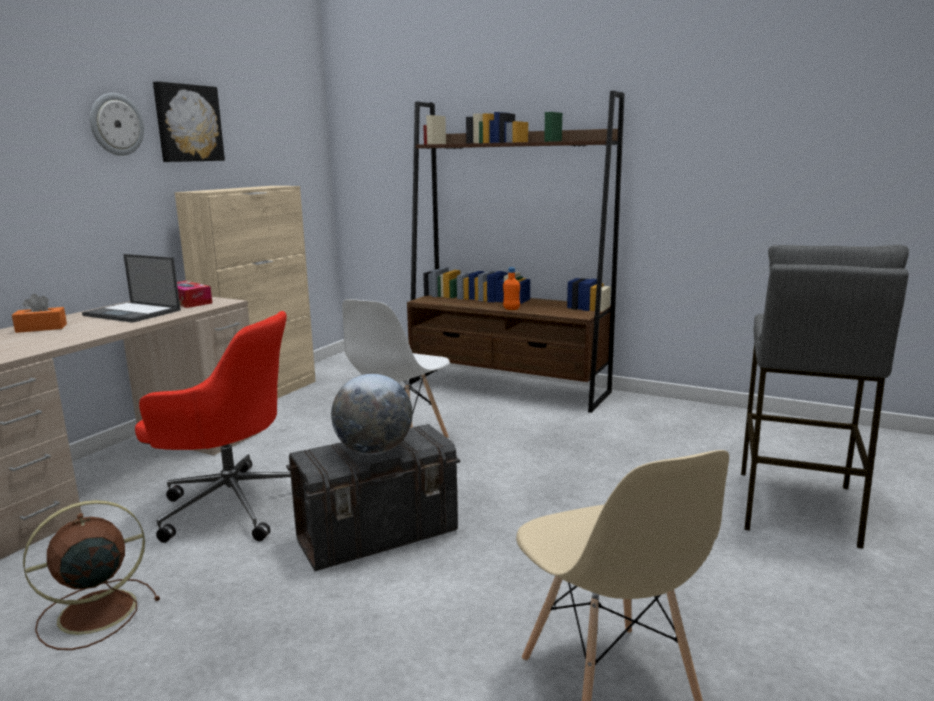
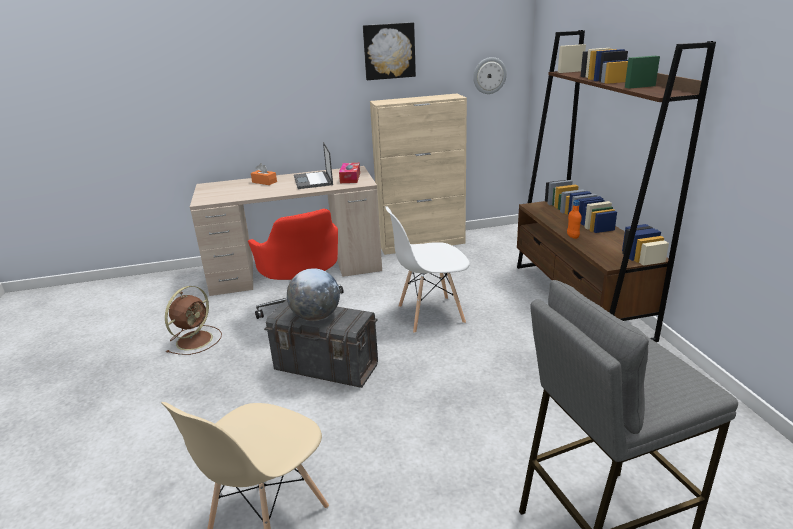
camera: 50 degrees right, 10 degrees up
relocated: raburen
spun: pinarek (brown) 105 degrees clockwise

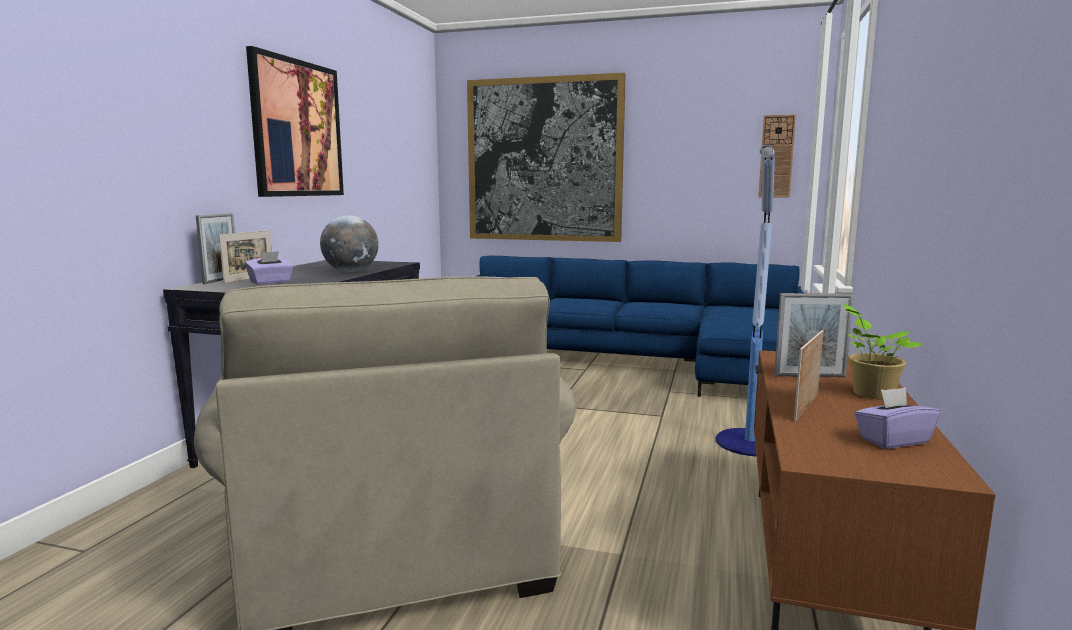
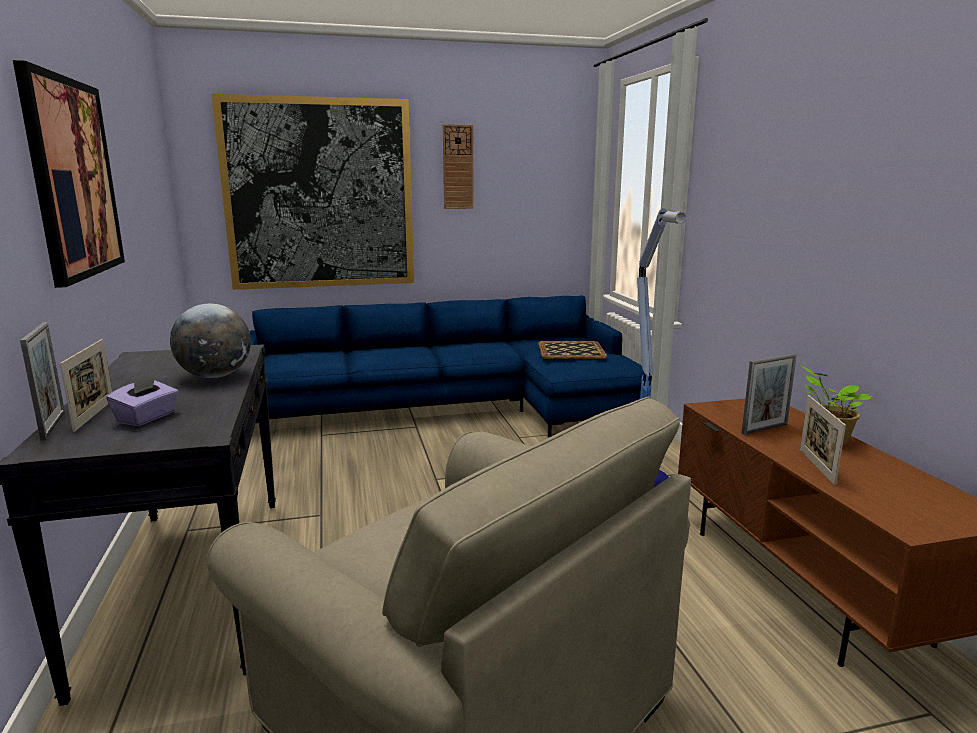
camera: 30 degrees left, 5 degrees up
missing: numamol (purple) (no. 2 from left)
appeared: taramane
relocated: raburen

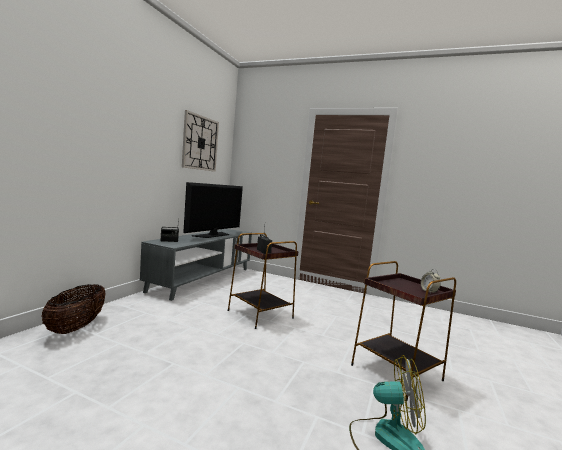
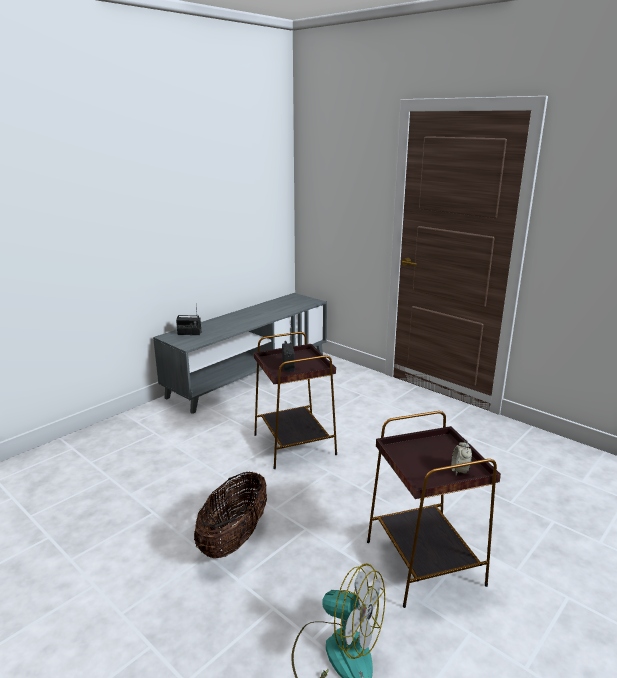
camera: 20 degrees right, 15 degrees up
missing: raburen; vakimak
relocated: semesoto

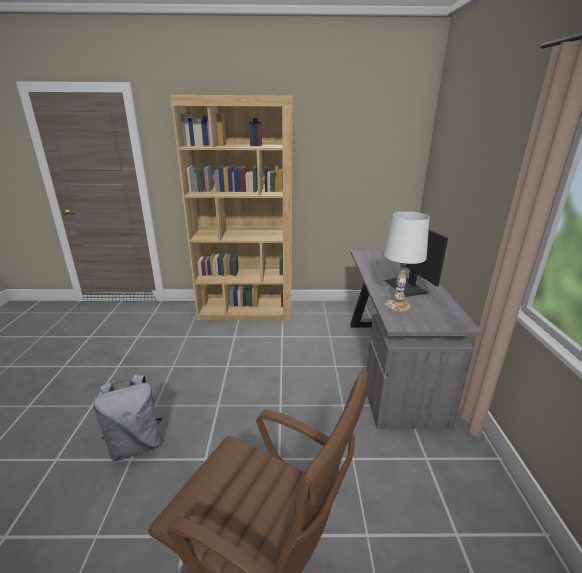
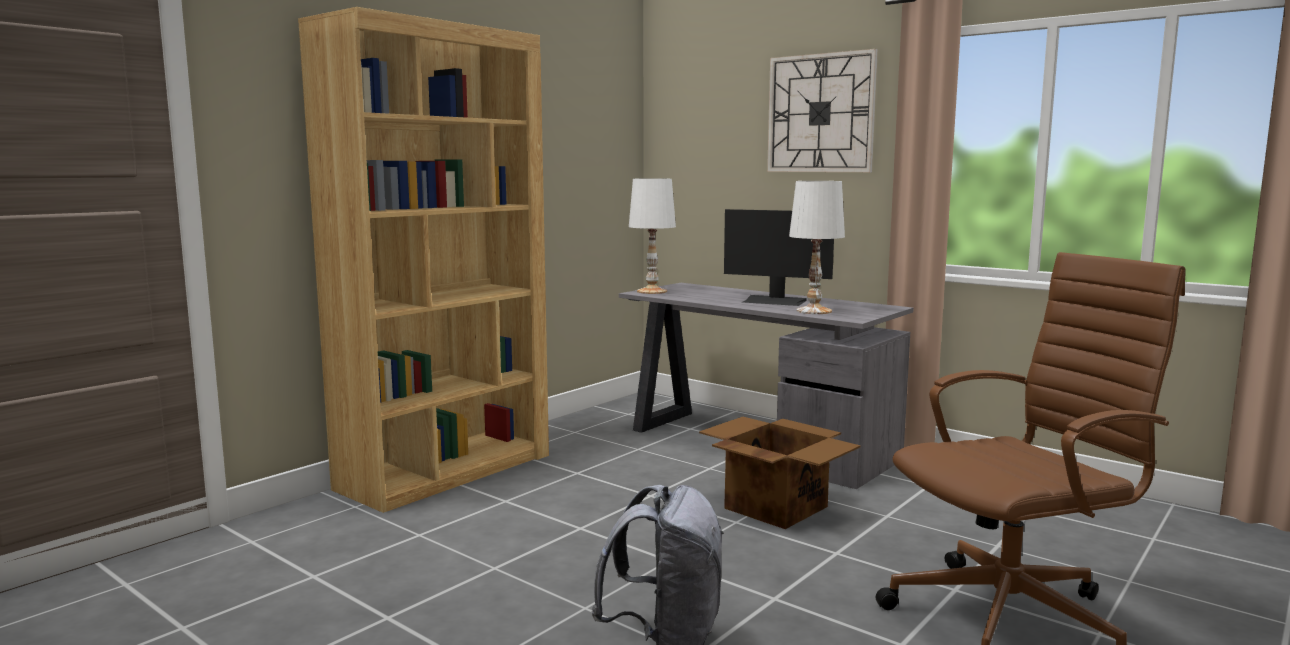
camera: 50 degrees left, 15 degrees down
appeared: raburen; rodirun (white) (no. 1 from left); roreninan

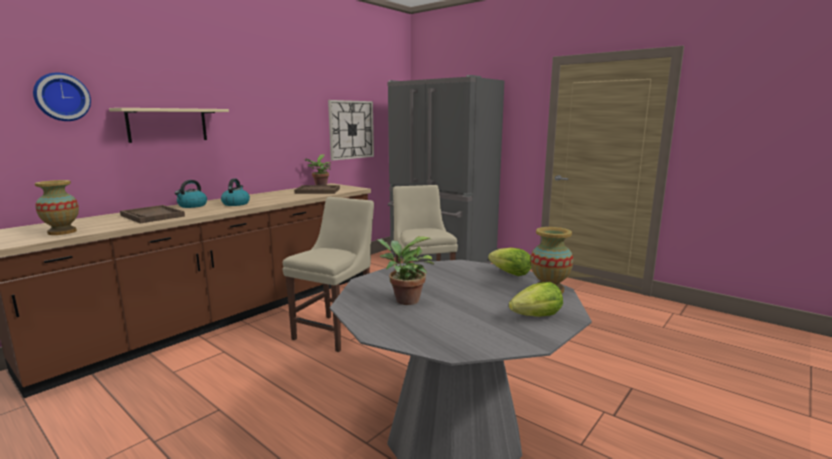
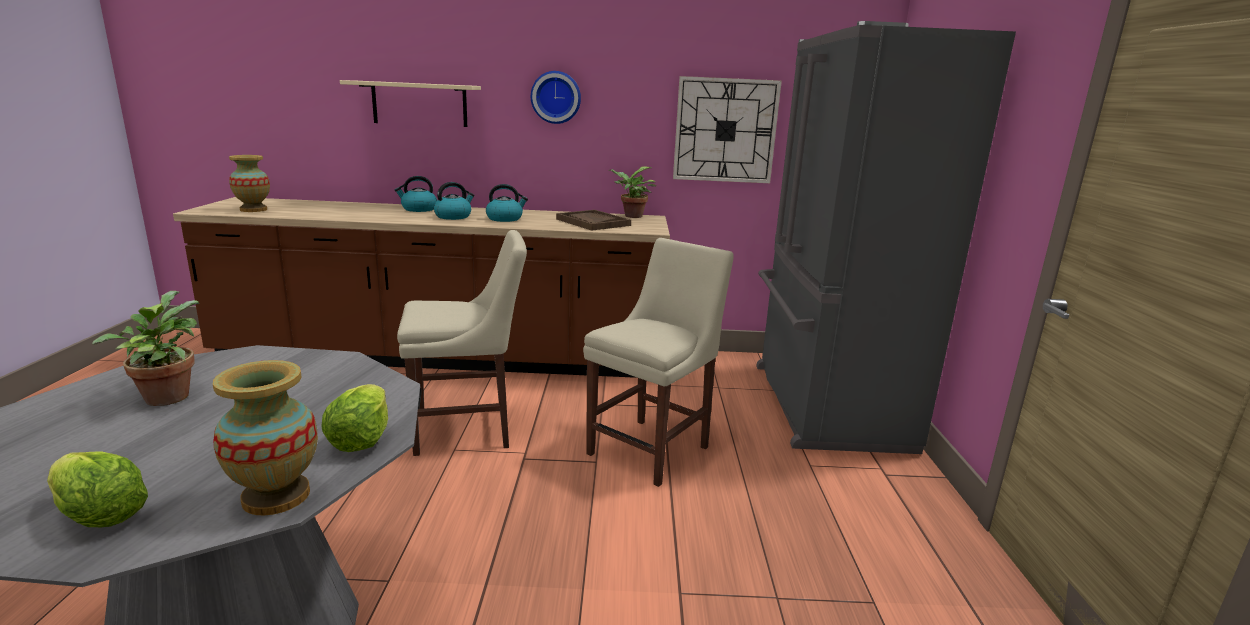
camera: 50 degrees right, 5 degrees up
missing: taramane (brown) (no. 1 from left)
appeared: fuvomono (no. 3 from left)
relocated: raburen (no. 1 from left)

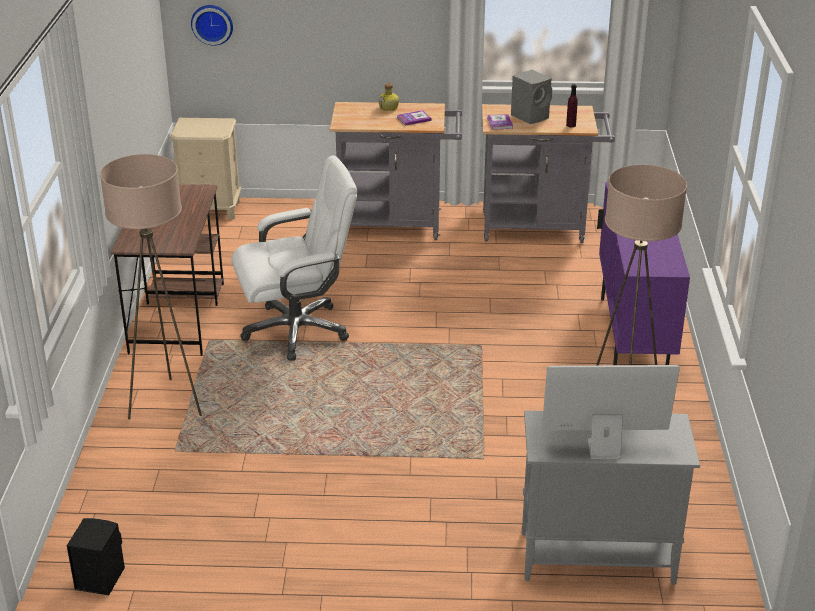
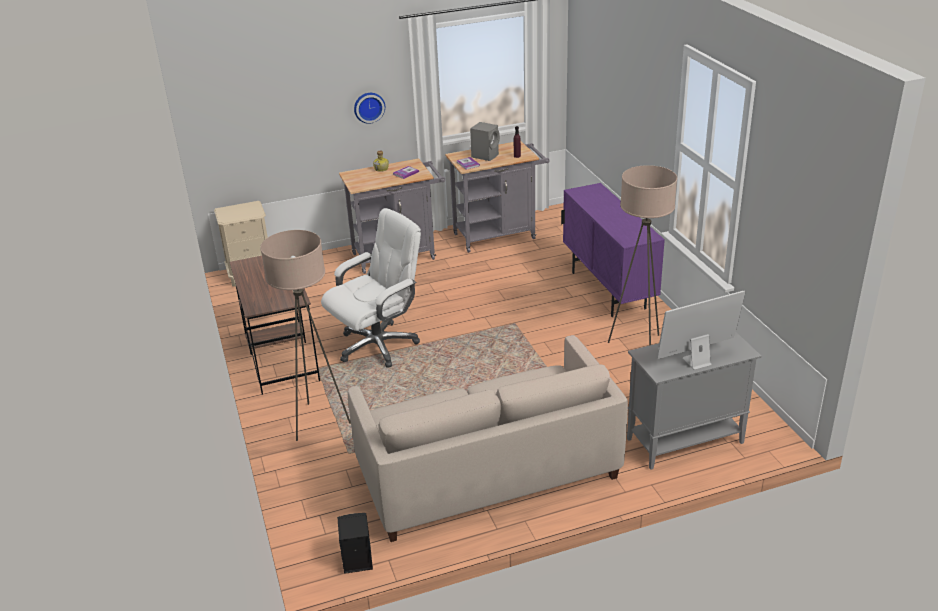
camera: 20 degrees left, 0 degrees up
appeared: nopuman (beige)
relocated: raburen

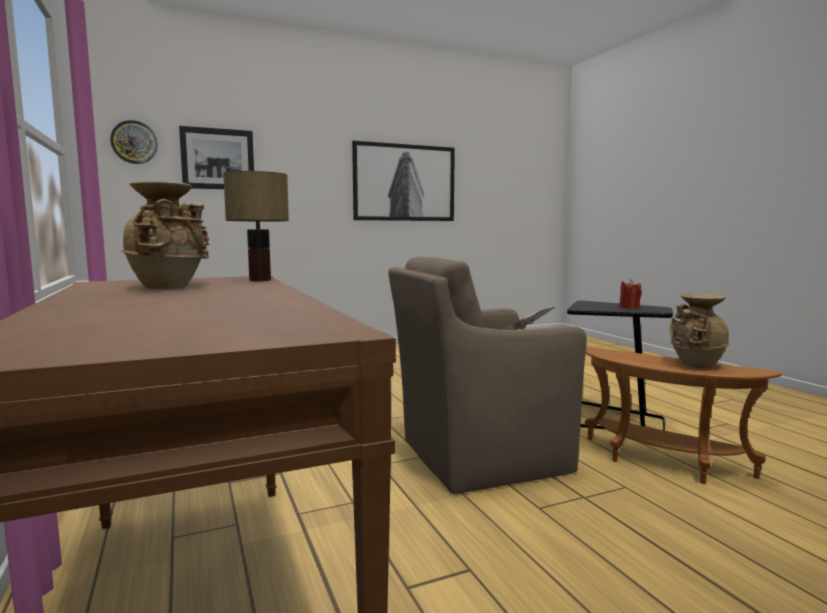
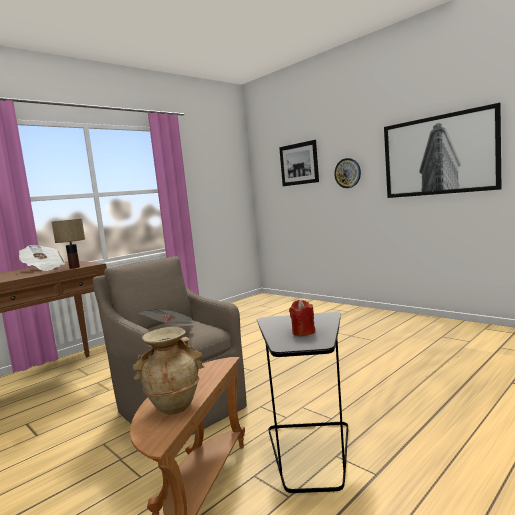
camera: 70 degrees right, 0 degrees up
relocated: raburen
exchanged: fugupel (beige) (no. 1 from left) to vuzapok (no. 1 from left)

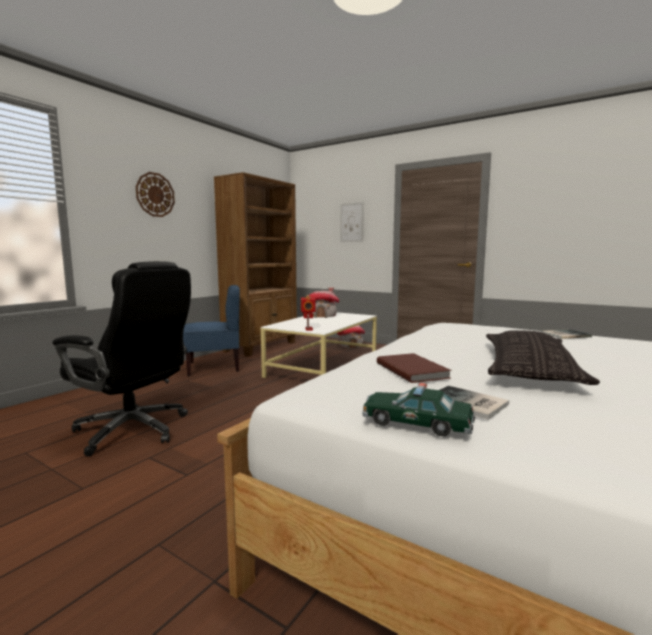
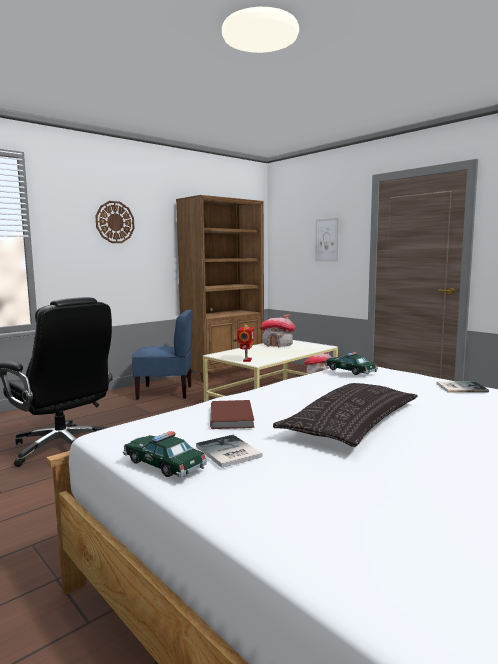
camera: 15 degrees right, 0 degrees up
appeared: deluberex (no. 2 from left)

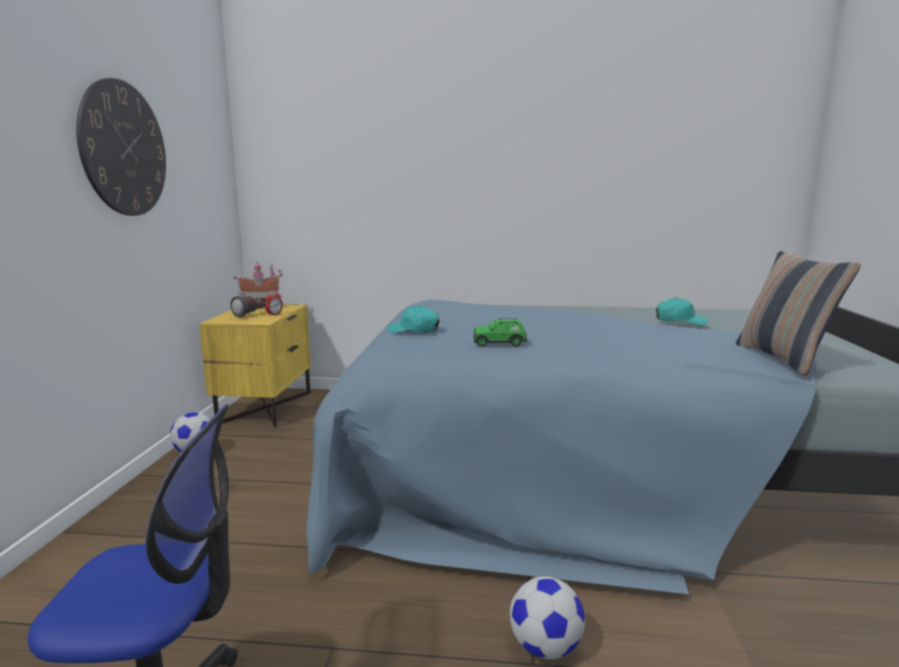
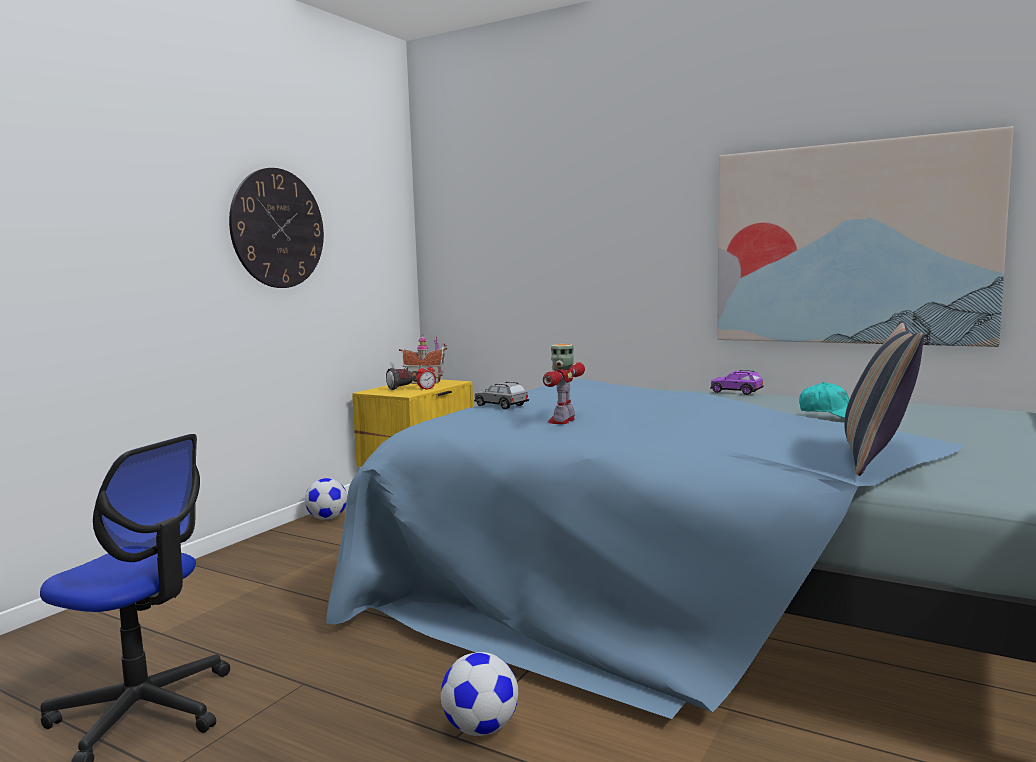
camera: 25 degrees right, 5 degrees down
appeared: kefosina; deluberex (purple)
exchanged: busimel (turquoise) (no. 1 from left) to deluberex (grey); deluberex (green) to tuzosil

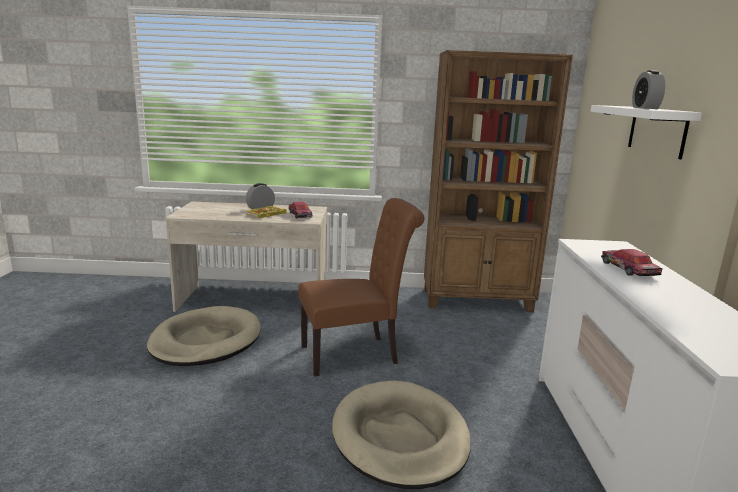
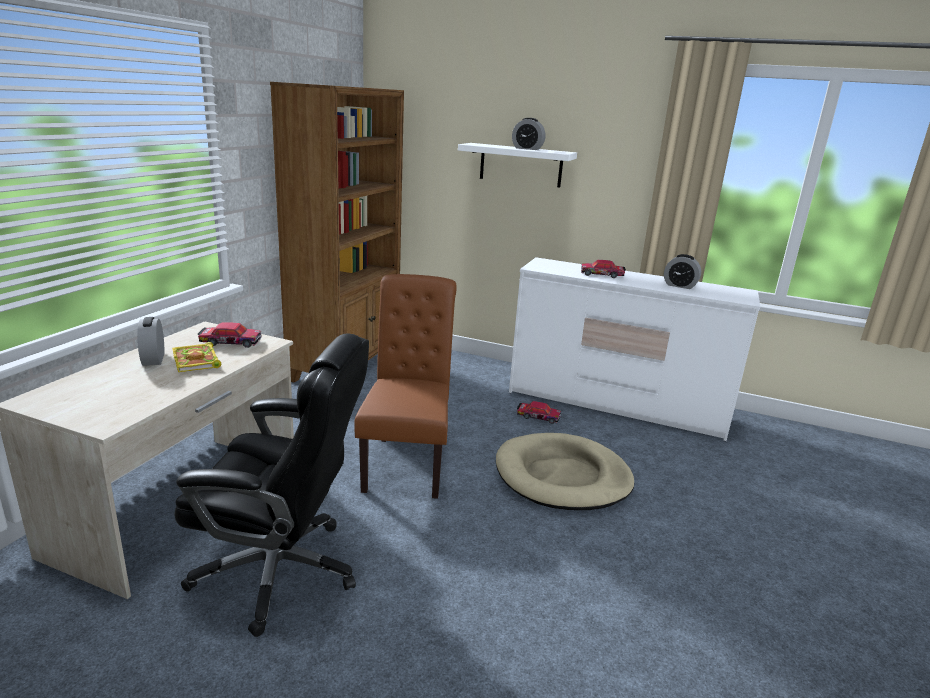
camera: 70 degrees left, 5 degrees up
appeared: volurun (no. 3 from left); deluberex (no. 2 from left)
exchanged: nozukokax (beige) (no. 1 from left) to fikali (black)

